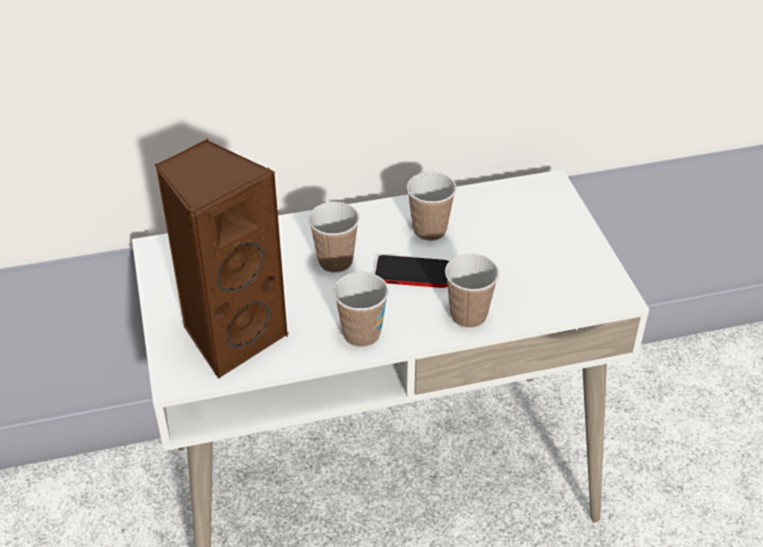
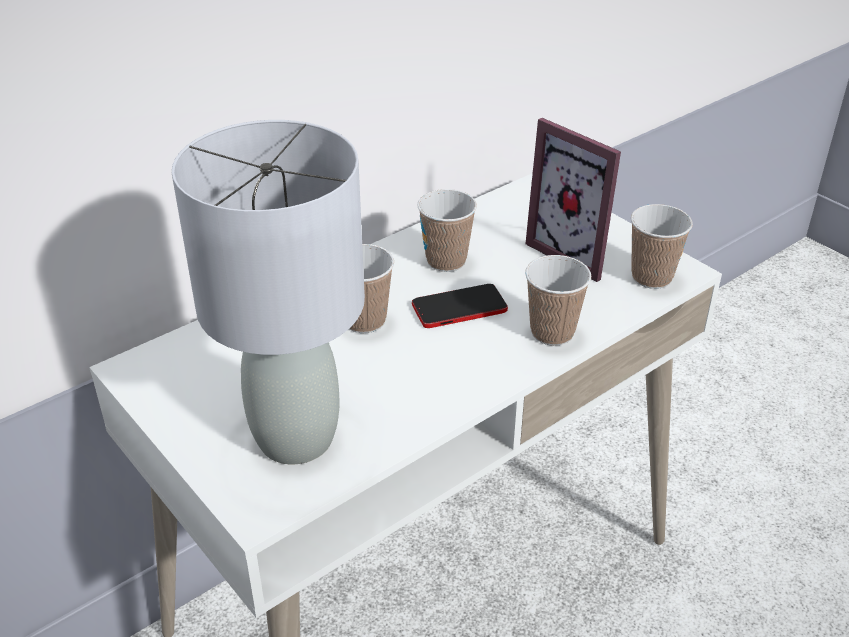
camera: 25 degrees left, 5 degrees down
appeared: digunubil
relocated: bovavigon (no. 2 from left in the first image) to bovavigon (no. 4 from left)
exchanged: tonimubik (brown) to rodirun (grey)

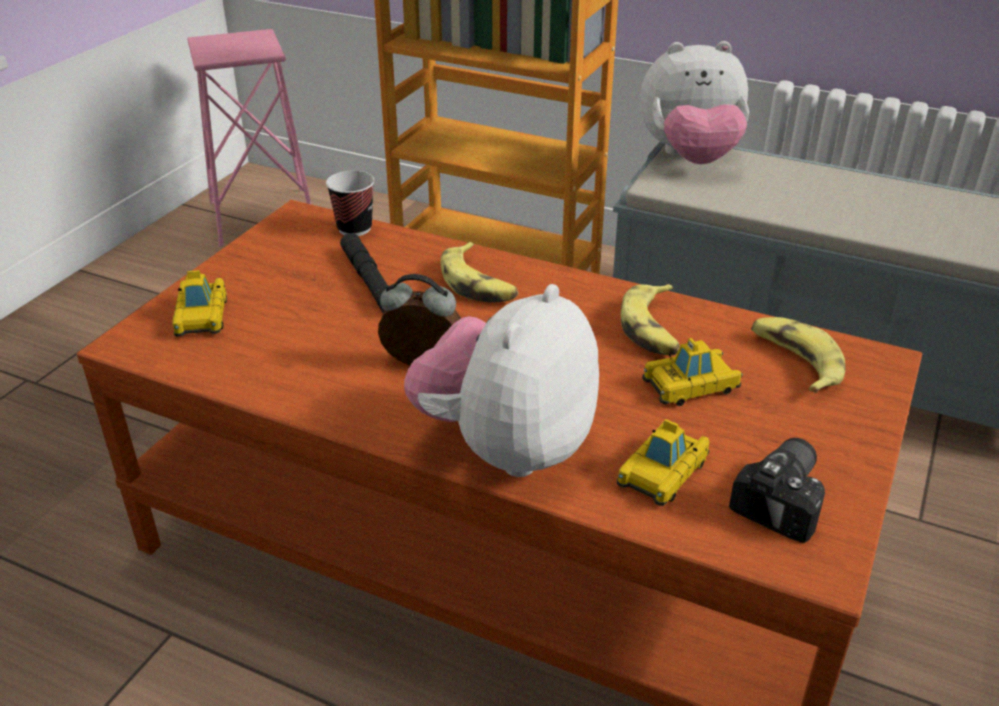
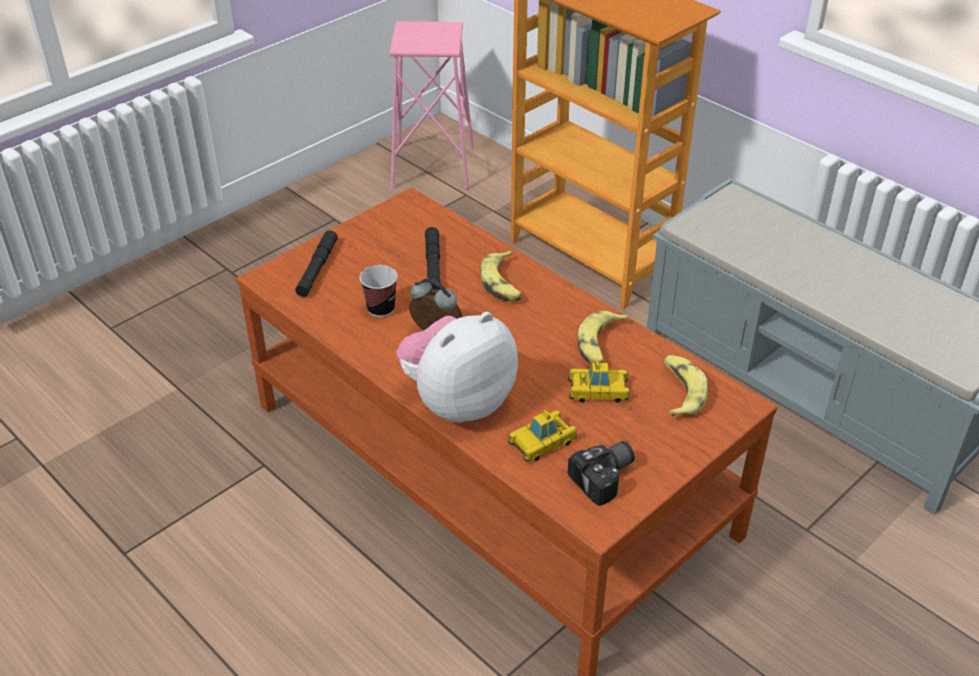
camera: 20 degrees right, 5 degrees up
missing: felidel (no. 2 from left)
relocated: bovavigon
exchanged: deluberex (no. 1 from left) to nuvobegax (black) (no. 1 from left)

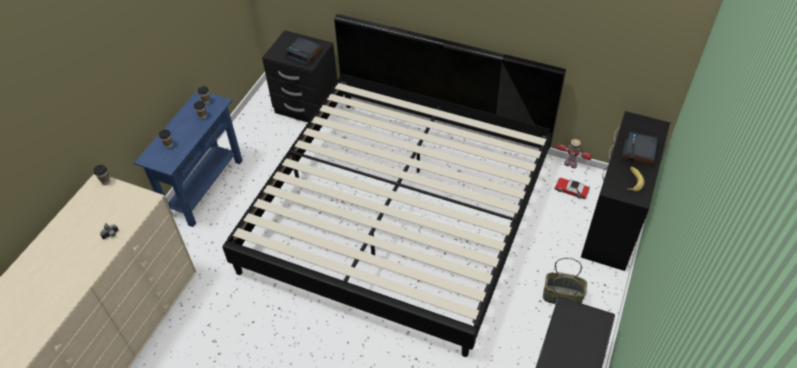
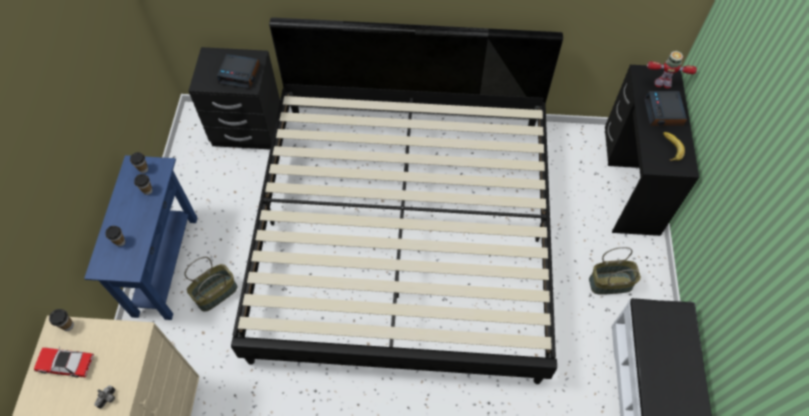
camera: 20 degrees left, 10 degrees up
appeared: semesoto (no. 1 from left)
relocated: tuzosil; deluberex

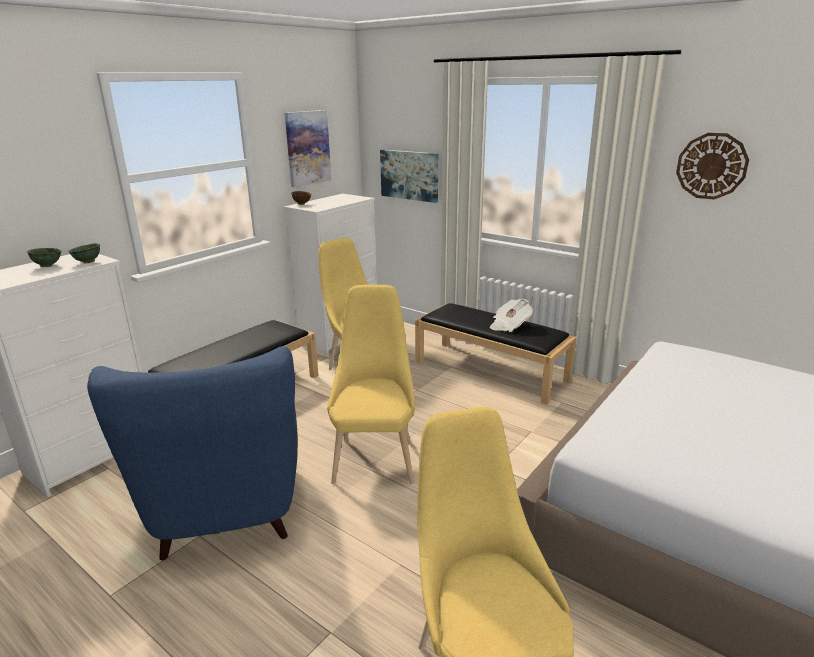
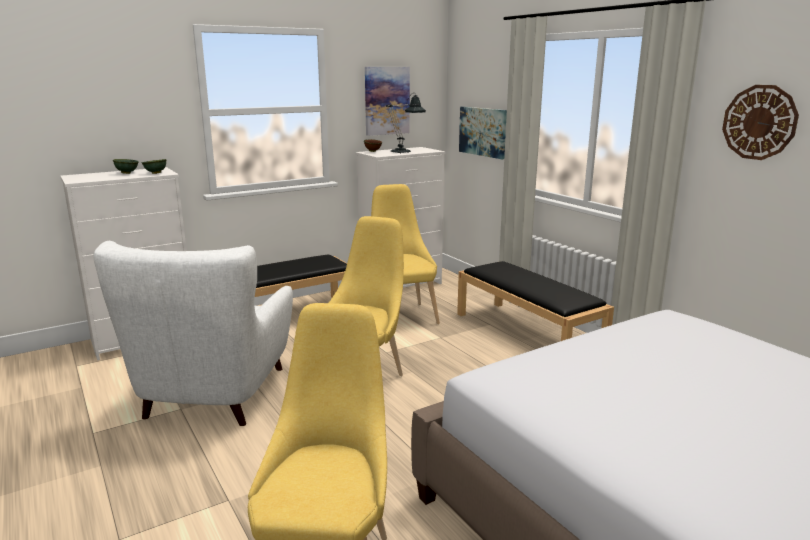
camera: 20 degrees right, 5 degrees down
missing: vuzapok
appeared: rodirun
colour: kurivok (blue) to kurivok (white)

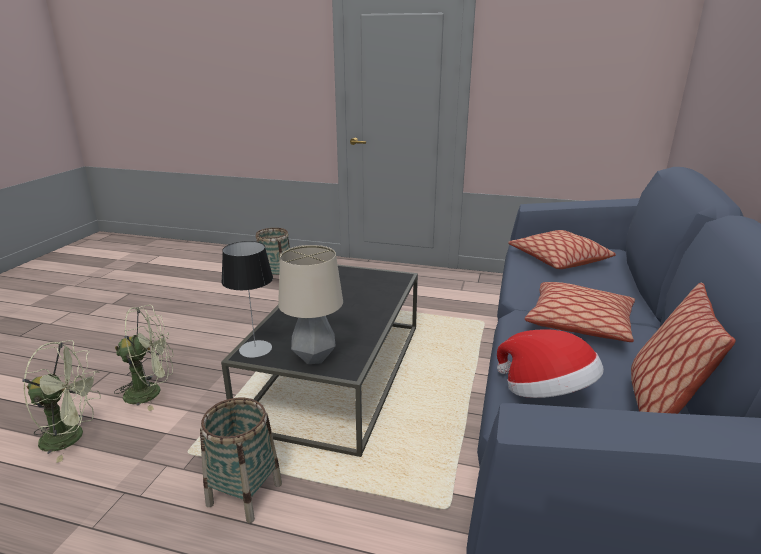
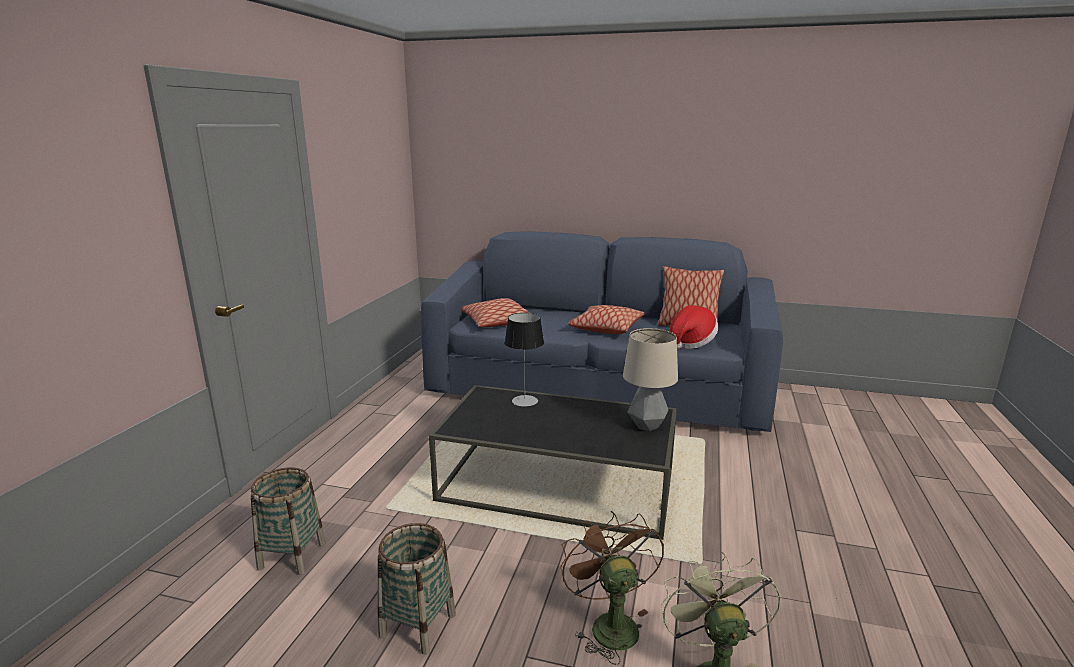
camera: 90 degrees left, 5 degrees down
relocated: rodirun (no. 1 from left); semesoto (no. 1 from left in the first image) to semesoto (no. 2 from left)
colour: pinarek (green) (no. 2 from left) to pinarek (brown)

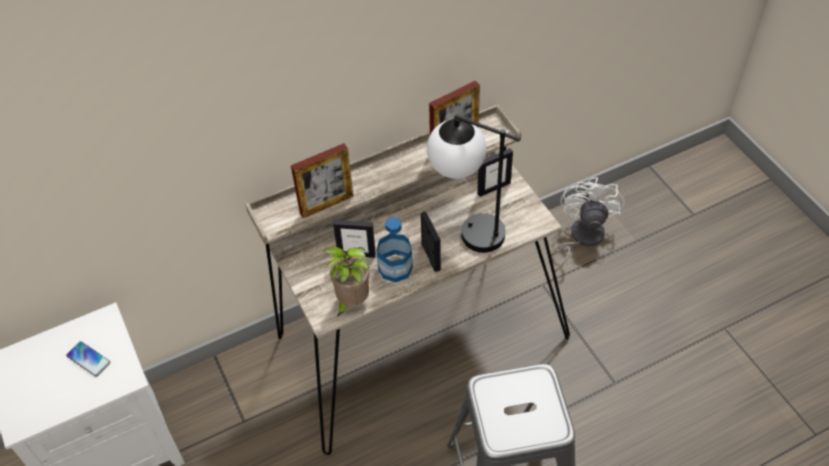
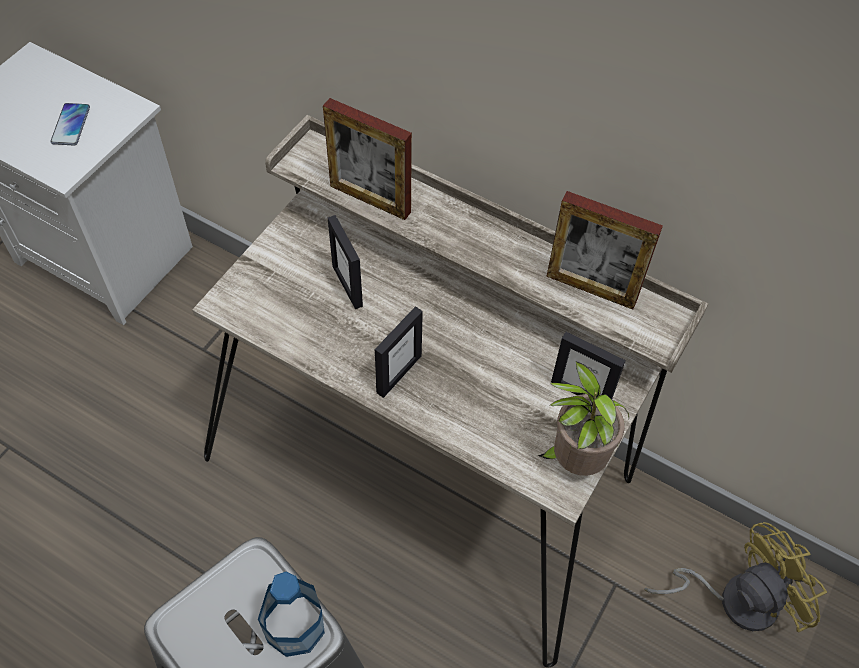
camera: 55 degrees right, 5 degrees up
missing: rodirun
relocated: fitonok; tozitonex
colour: pinarek (white) to pinarek (yellow)

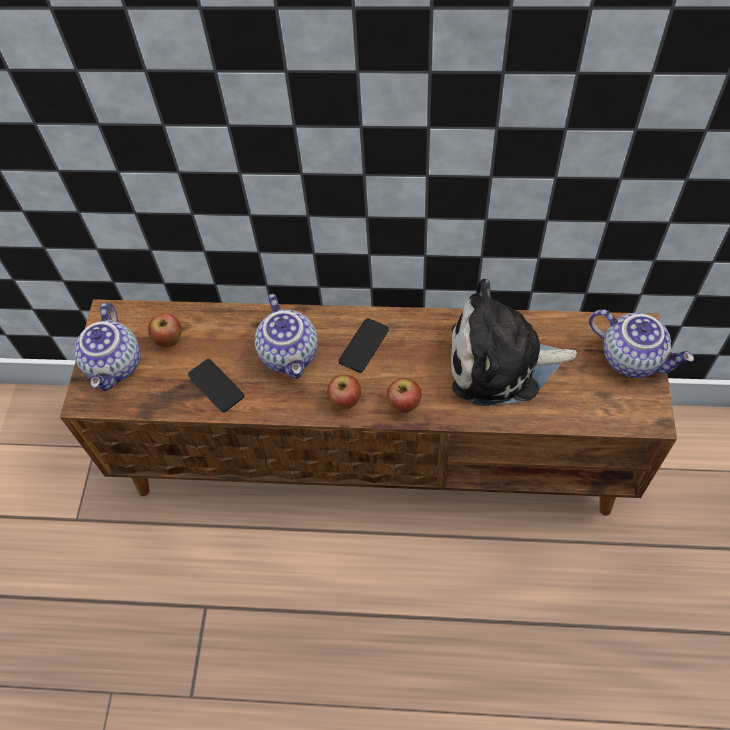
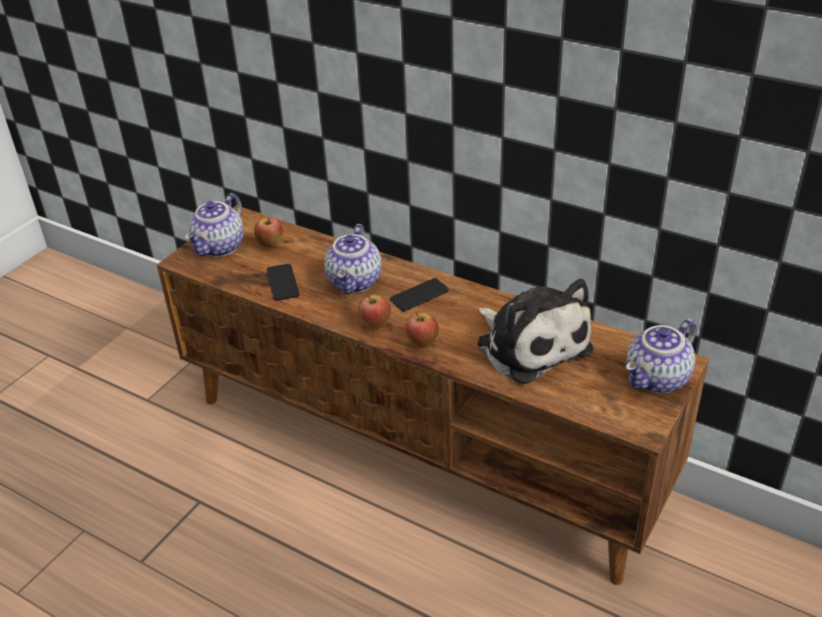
camera: 25 degrees right, 20 degrees down
spun: felidel 150 degrees counterclockwise; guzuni (no. 3 from left) 75 degrees clockwise

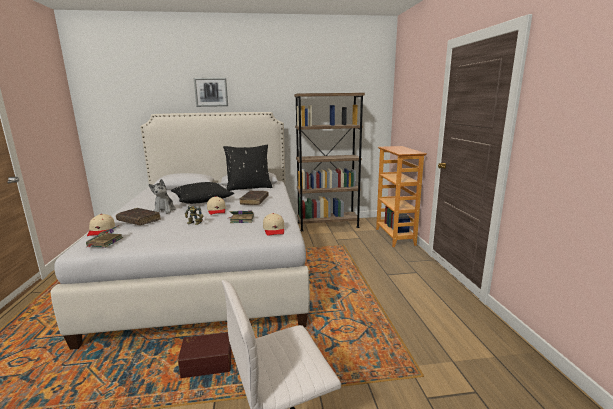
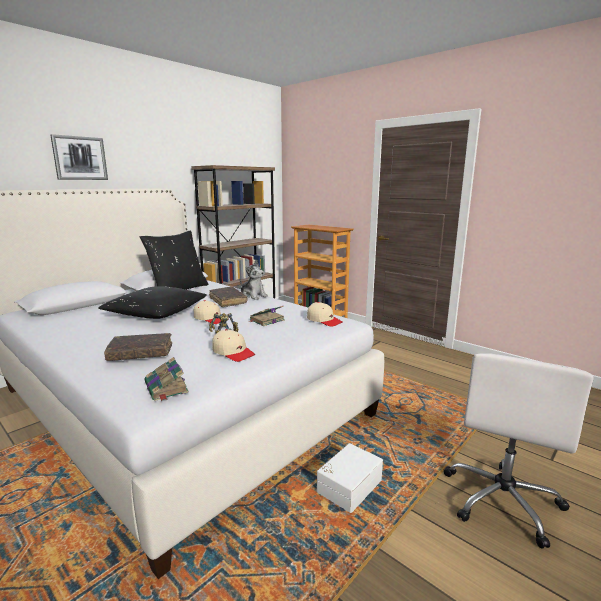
camera: 40 degrees left, 0 degrees up
relocated: felidel; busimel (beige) (no. 1 from left in the first image) to busimel (beige) (no. 2 from left)
colour: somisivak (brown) to somisivak (white)

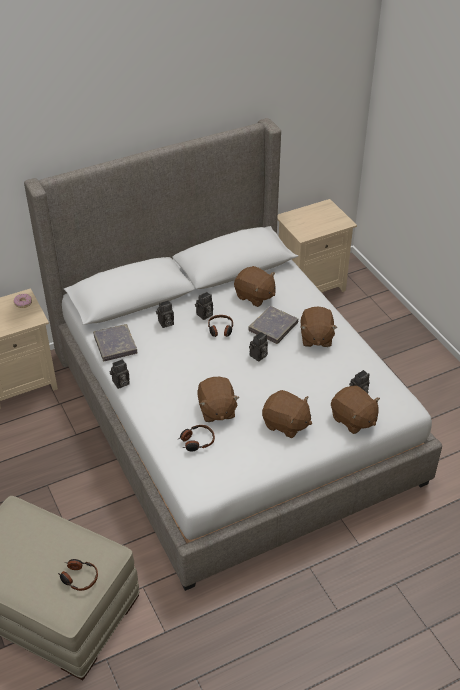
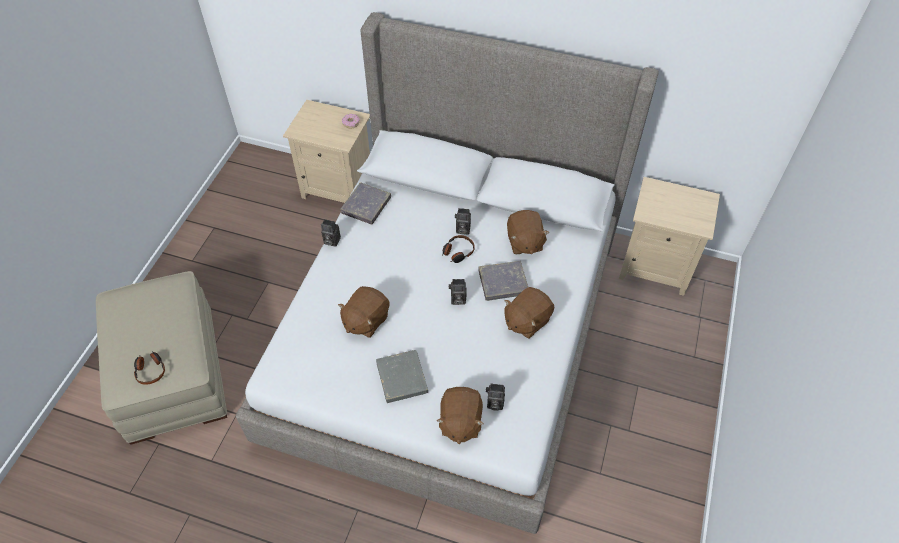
camera: 45 degrees right, 10 degrees up
missing: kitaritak (no. 2 from left); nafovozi (no. 2 from left)
exchanged: felidel (brown) (no. 3 from left) to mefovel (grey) (no. 2 from left)

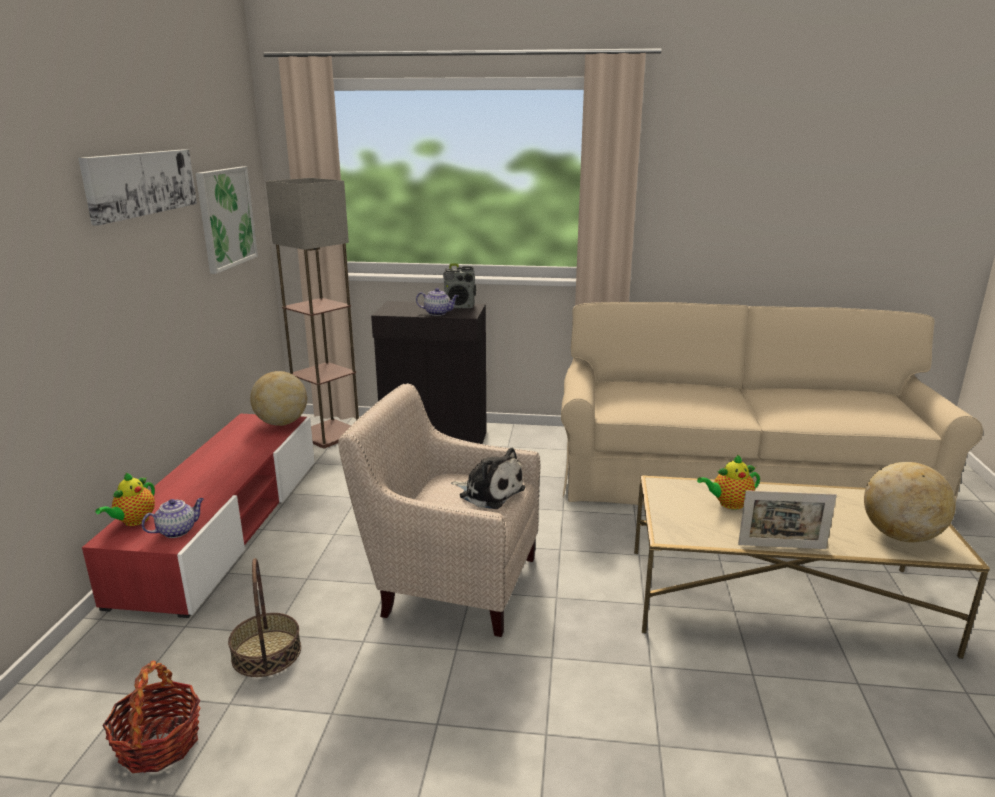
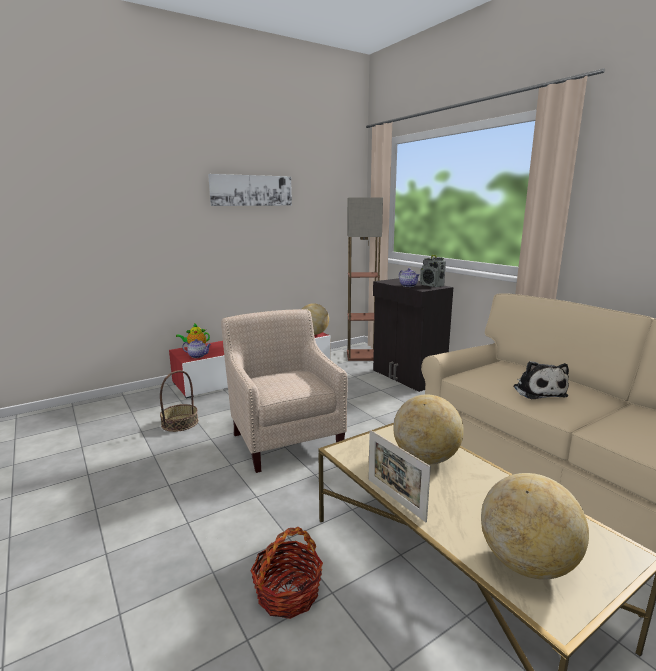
camera: 50 degrees right, 5 degrees down
missing: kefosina (no. 2 from left)
relocated: felidel; semesoto (no. 1 from left in the first image) to semesoto (no. 2 from left)
exchanged: guzuni (no. 4 from left) to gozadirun (no. 2 from left)

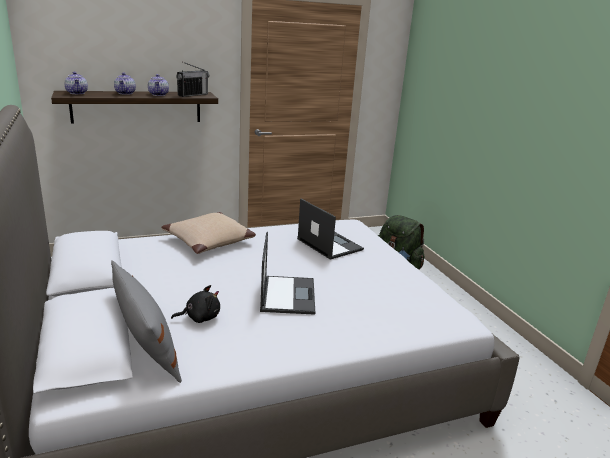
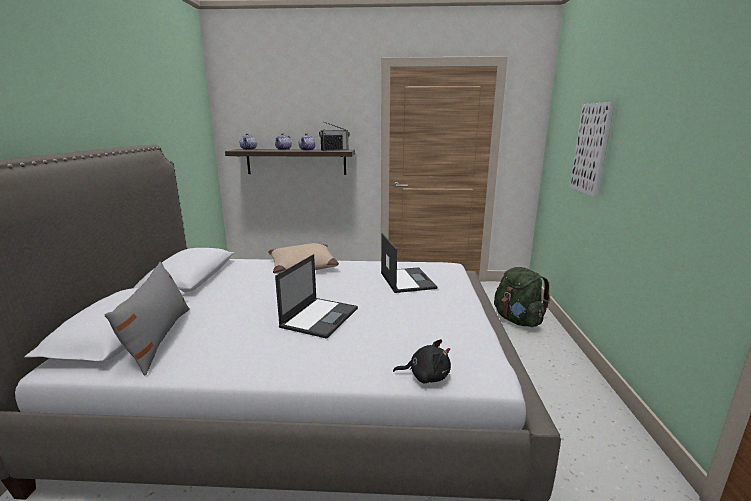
camera: 25 degrees right, 5 degrees down
appeared: kefosina
relocated: felidel (black)

